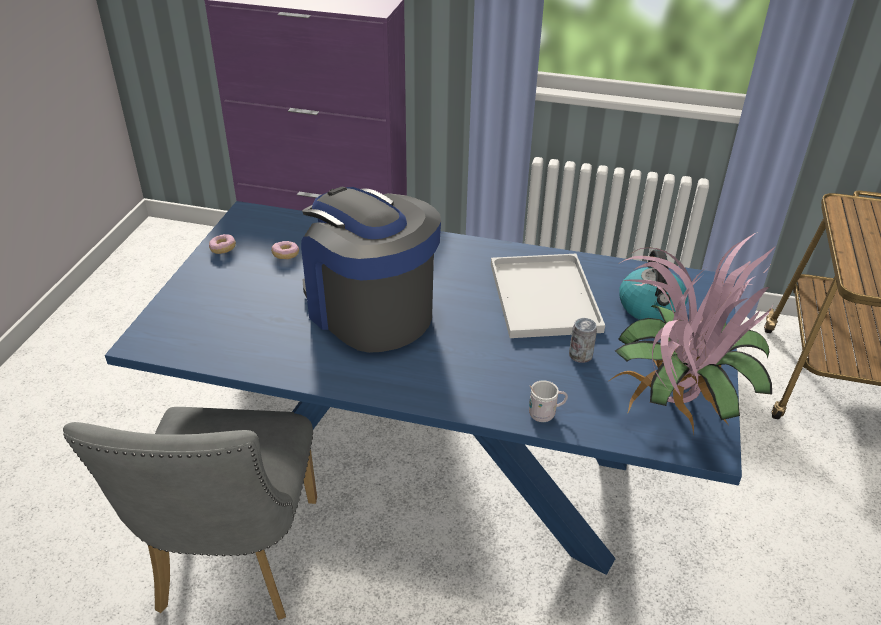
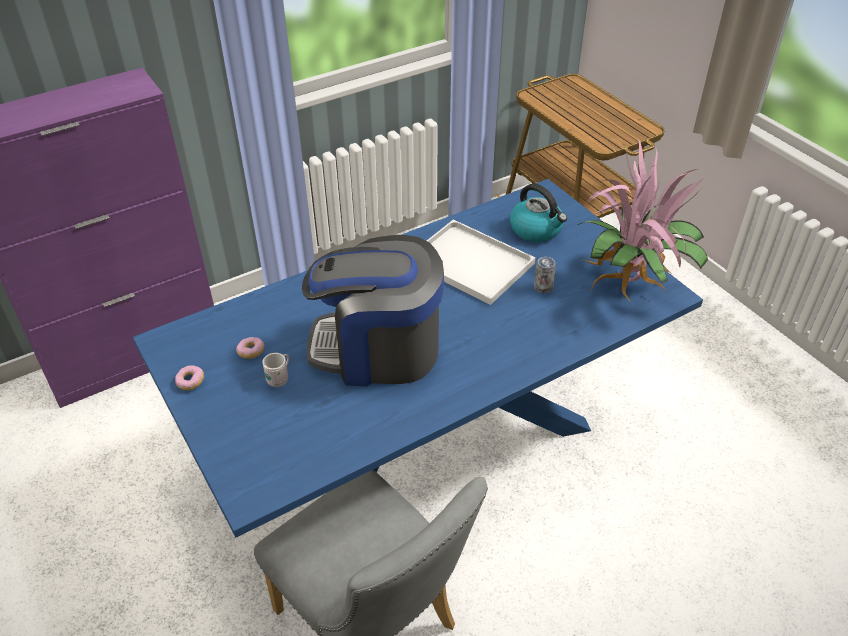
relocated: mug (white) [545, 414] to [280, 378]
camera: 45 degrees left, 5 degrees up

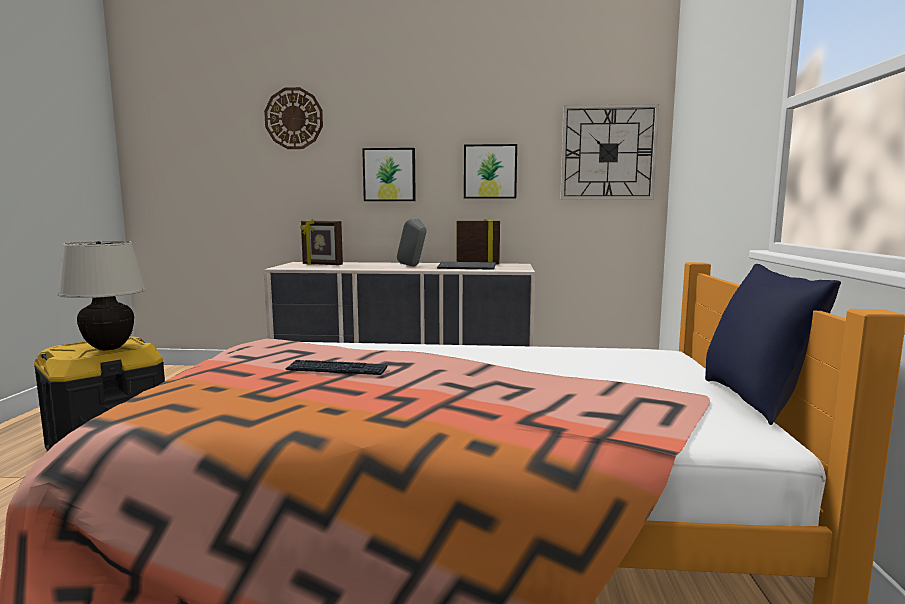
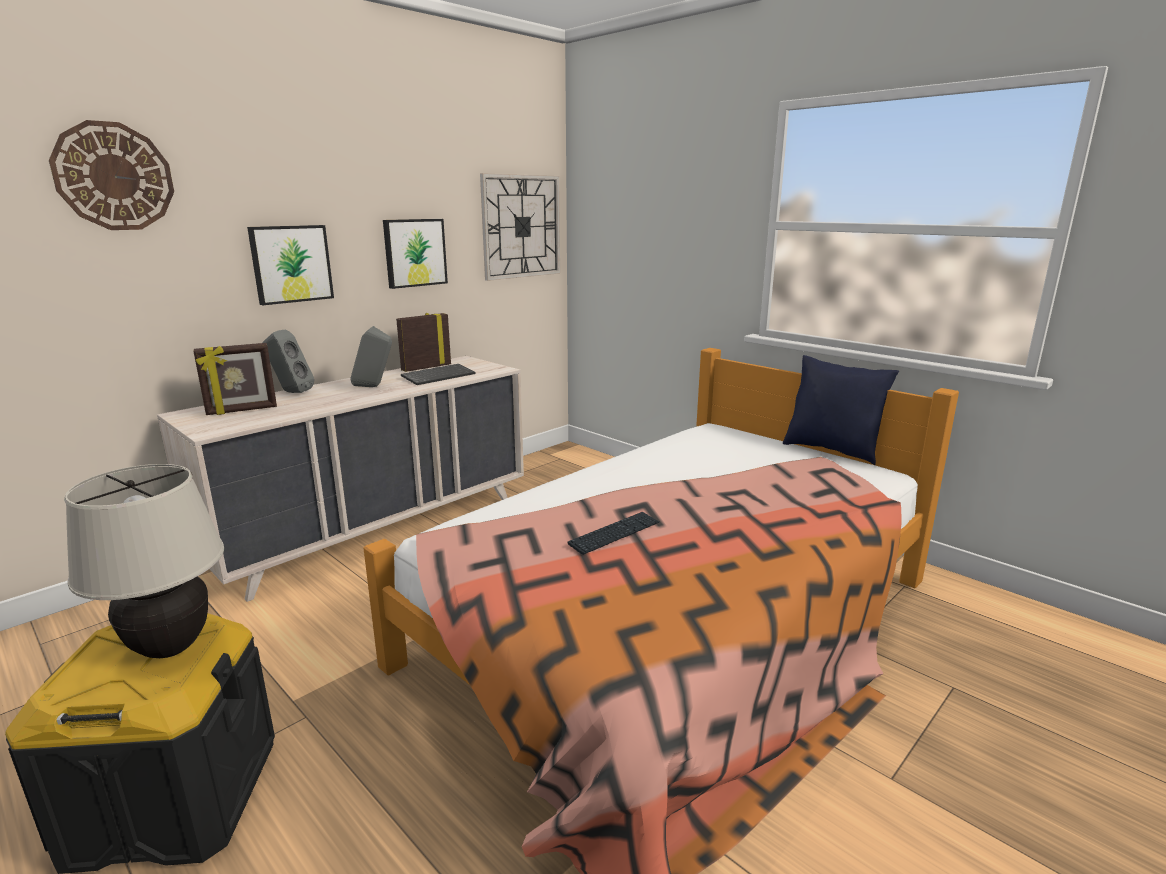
appeared: speaker (grey) [290, 392]
camera: 50 degrees left, 10 degrees up

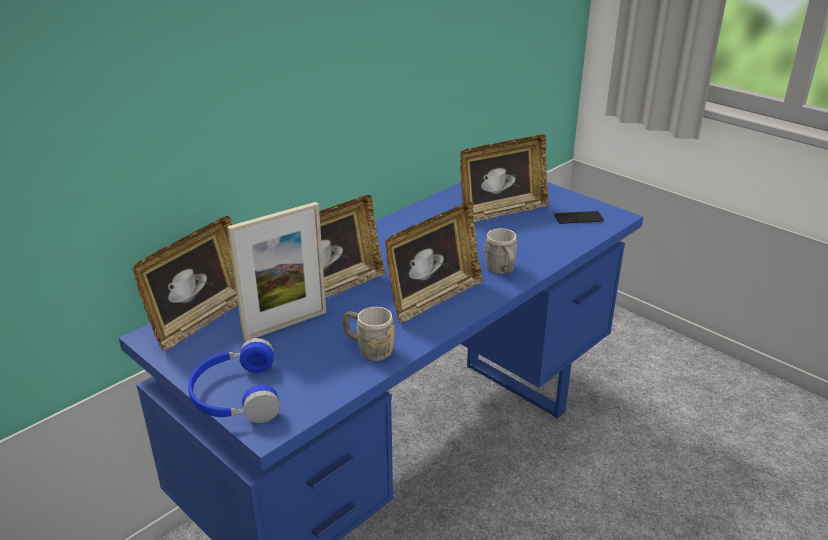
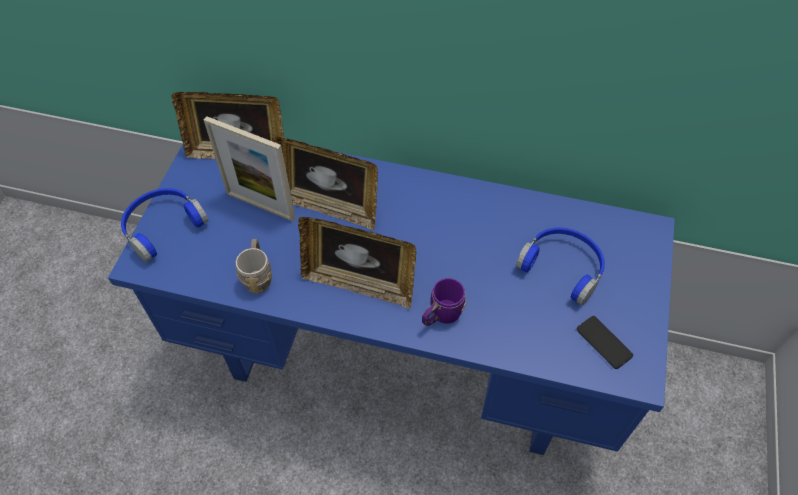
exchanged: picture frame [501, 211] to headphones (blue) [563, 266]
colour: mug (grey) [501, 271] to mug (purple) [441, 316]
camera: 60 degrees right, 25 degrees up

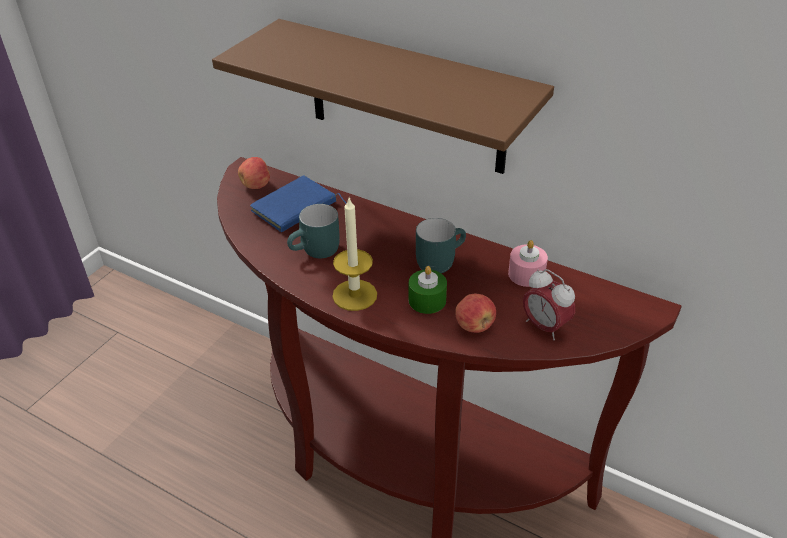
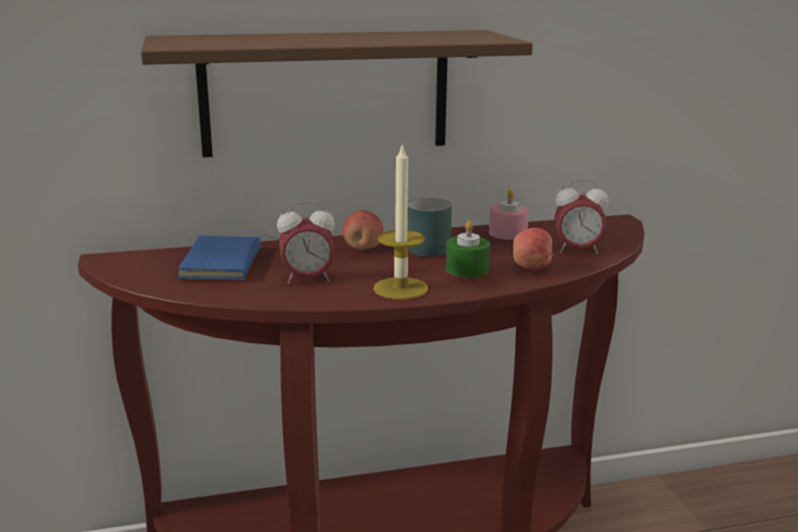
relocated: apple [256, 185] to [363, 248]
exchanged: mug (turquoise) [317, 252] to alarm clock [307, 279]
camera: 45 degrees left, 20 degrees down

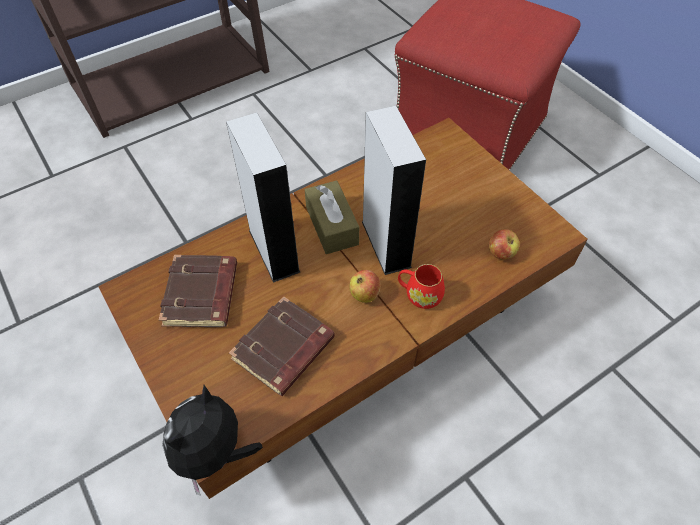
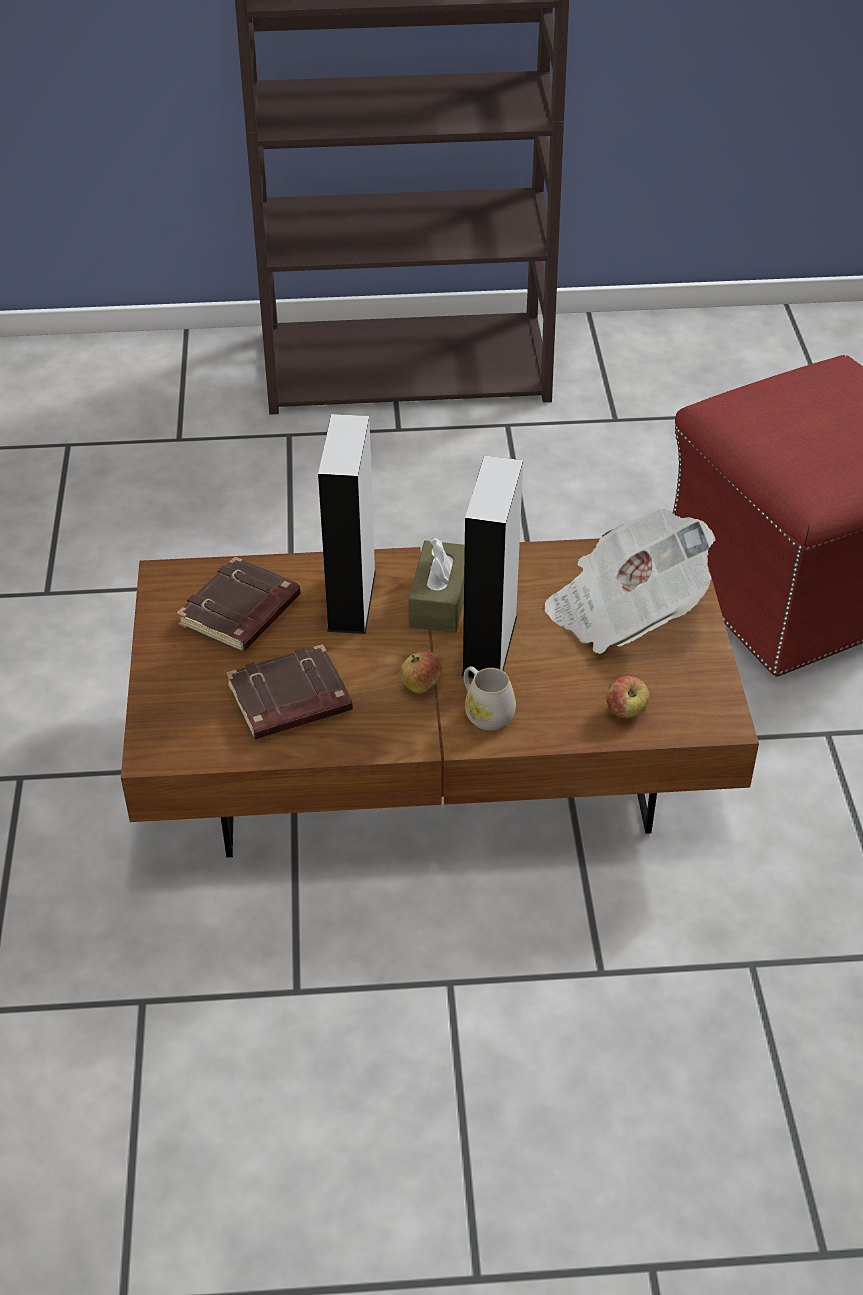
missing: plush toy [214, 453]
appeared: newspaper [625, 611]
colour: mug (red) [419, 295] to mug (white) [485, 712]
camera: 30 degrees right, 10 degrees down

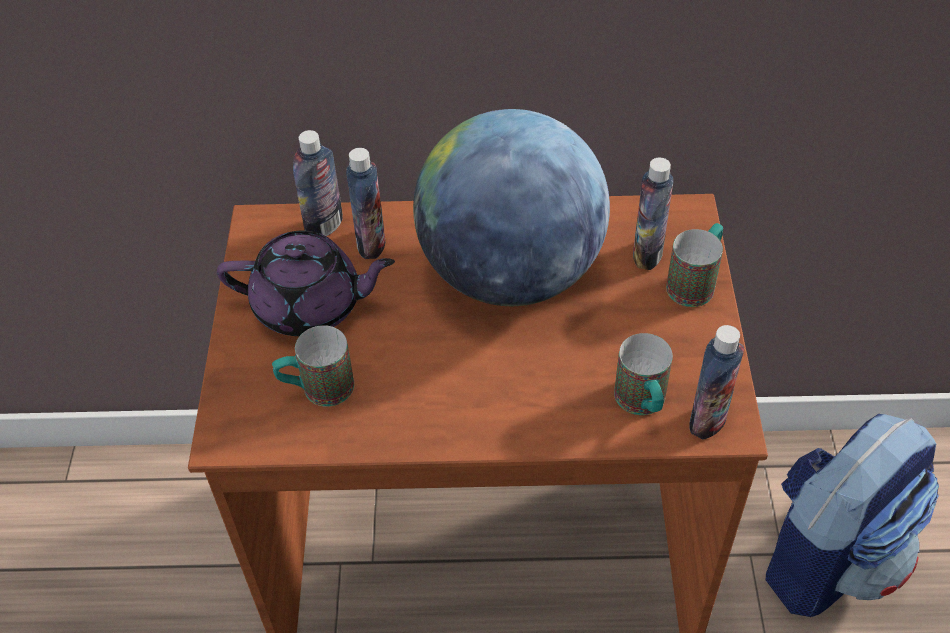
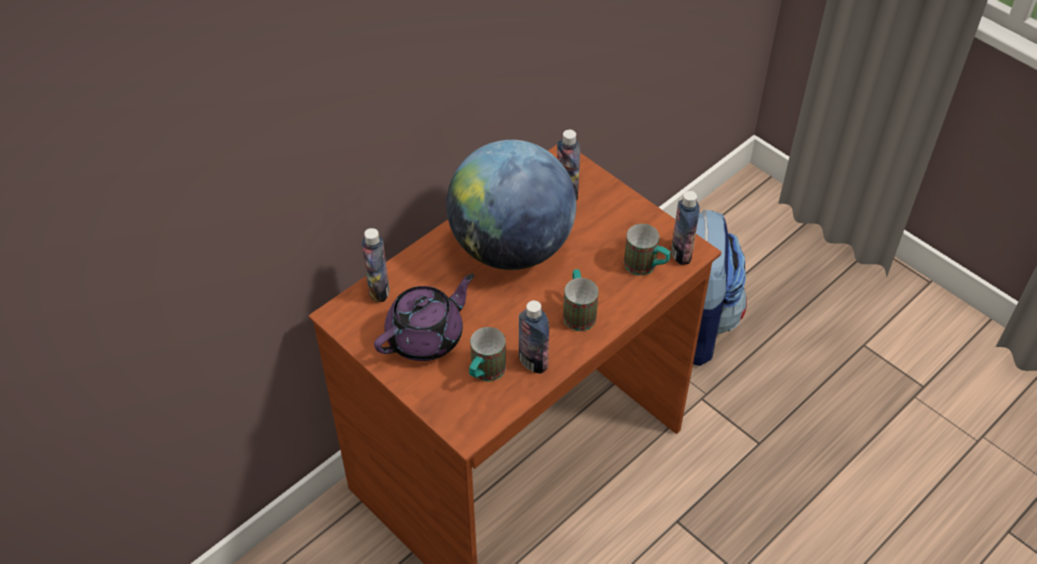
relocated: bottle [371, 243] to [533, 362]; mug [695, 282] to [578, 312]
camera: 45 degrees left, 0 degrees up

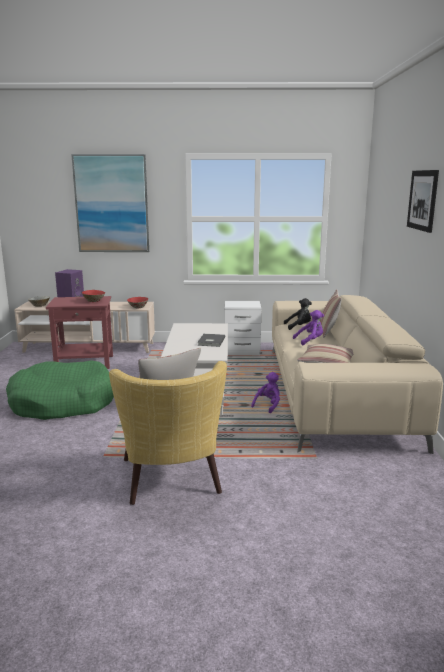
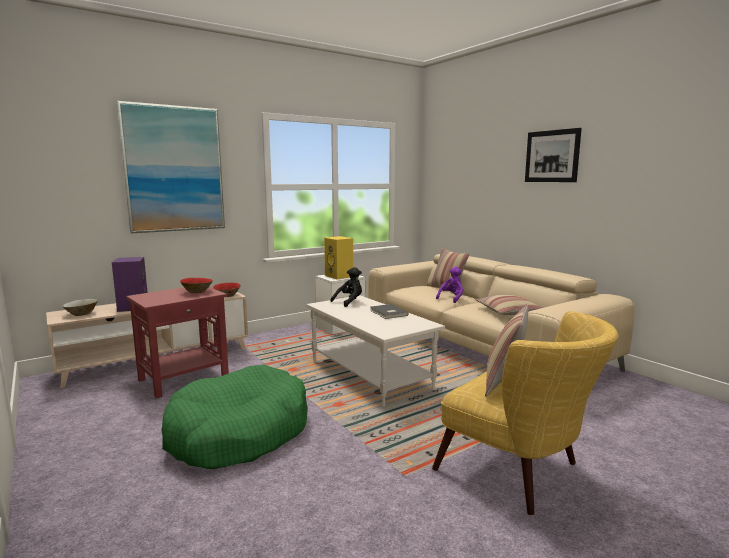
missing: plush toy (purple) [268, 405]
appeared: speaker (yellow) [339, 276]
relocated: plush toy (black) [299, 326] to [349, 302]
camera: 35 degrees left, 5 degrees down

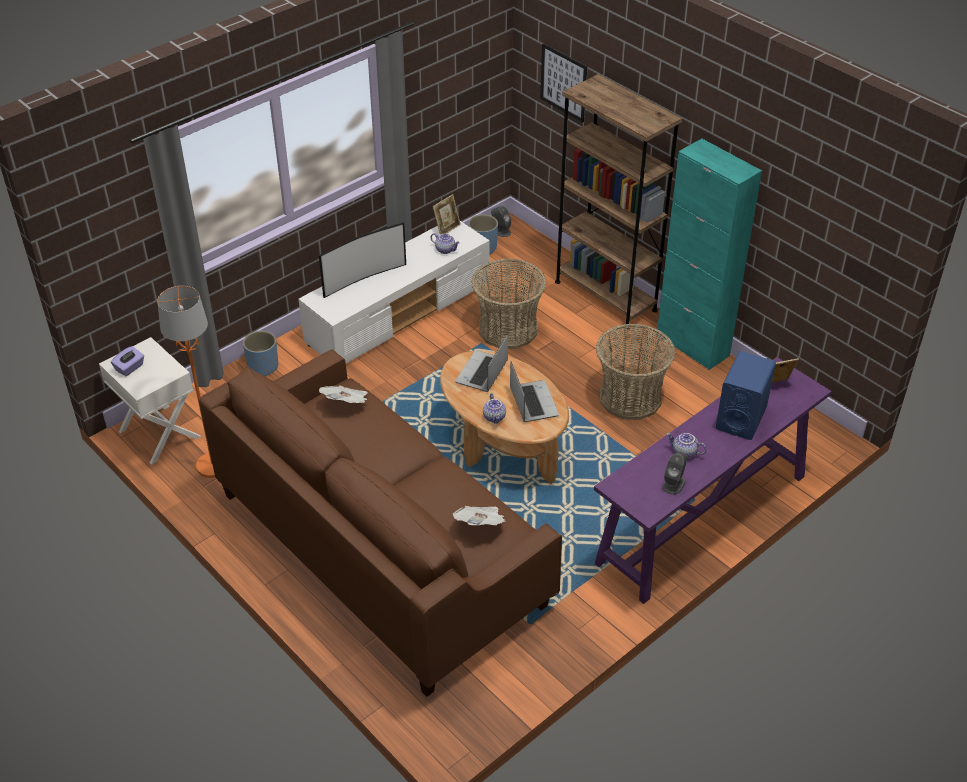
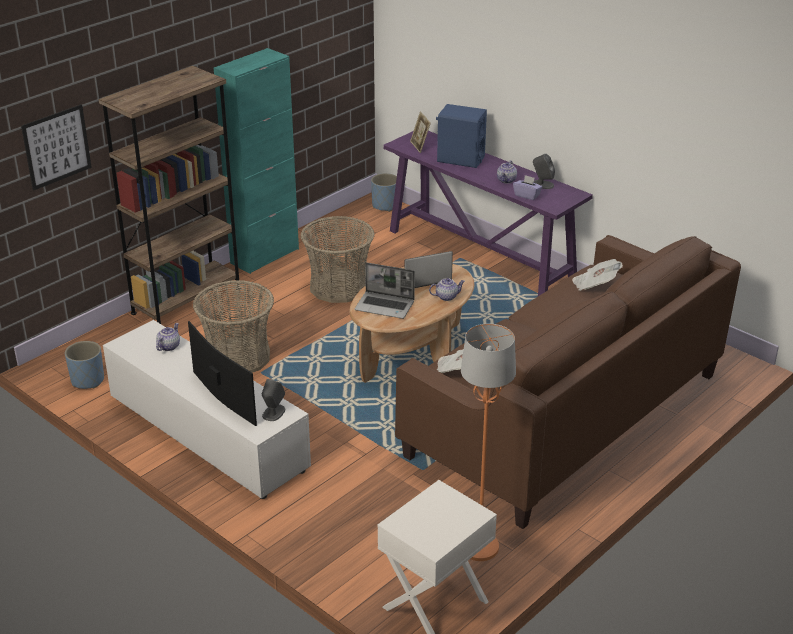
missing: picture frame [447, 228]
relocated: speaker (grey) [500, 232] to [273, 413]; planter (blue) [263, 367] to [385, 205]; tissue box (purple) [130, 368] to [527, 195]
camera: 95 degrees left, 10 degrees down

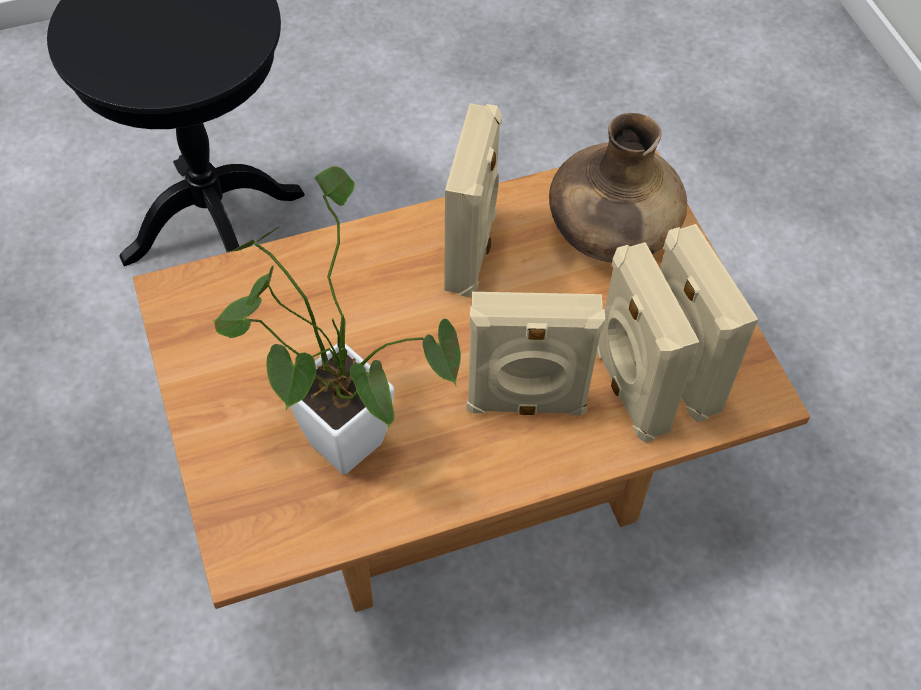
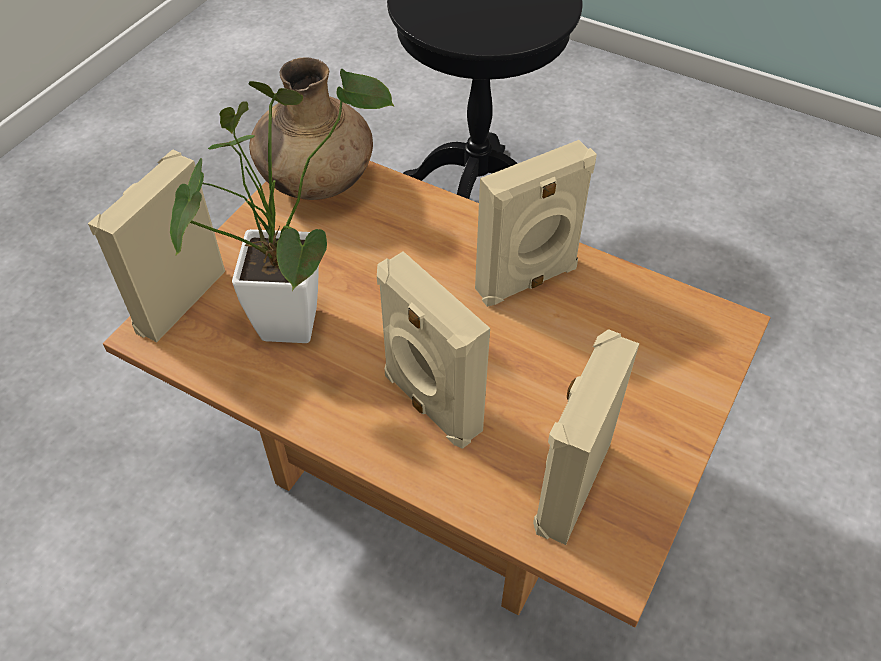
relocated: speaker (beige) [628, 390] to [178, 300]; vase (brown) [609, 237] to [316, 183]
camera: 50 degrees right, 5 degrees down

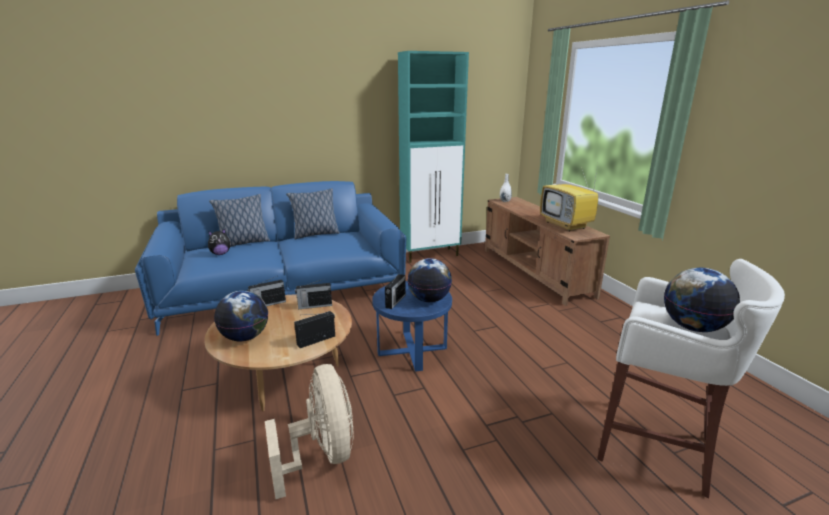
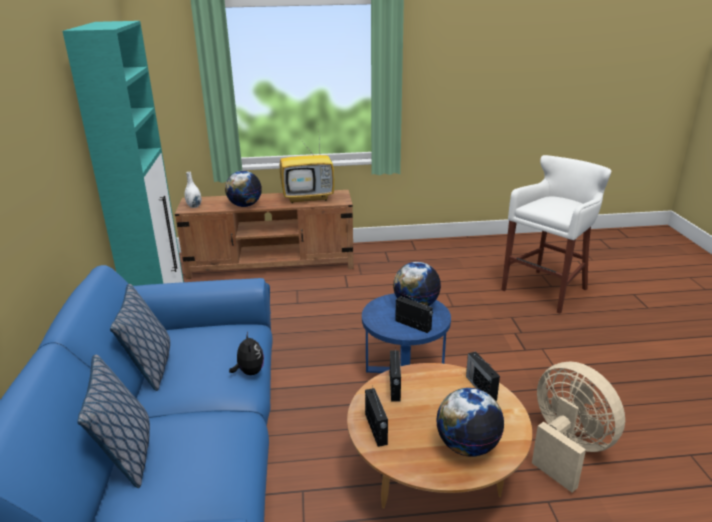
relocated: globe [693, 327] to [245, 205]; plush toy [220, 254] to [249, 372]
spun: fan (beige) [322, 455] = [567, 448] 60 degrees clockwise
camera: 75 degrees left, 5 degrees up

